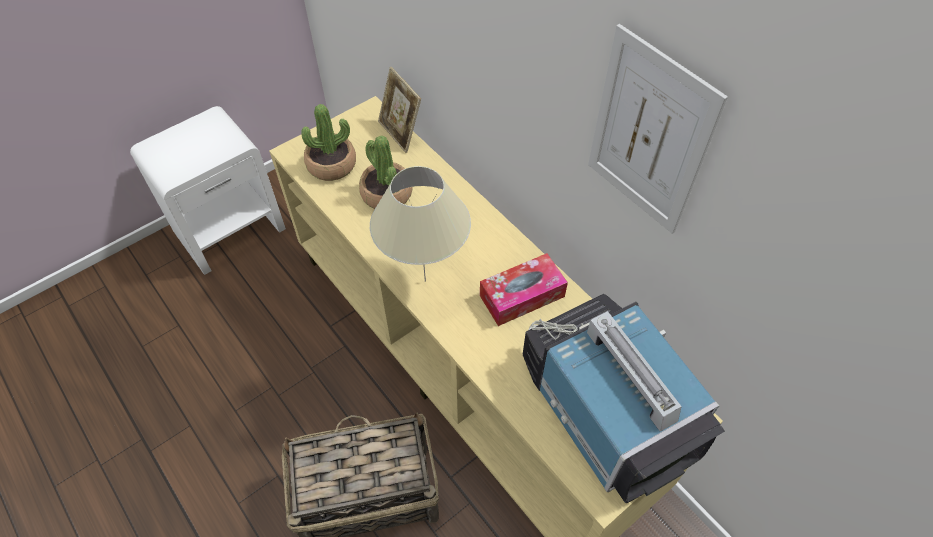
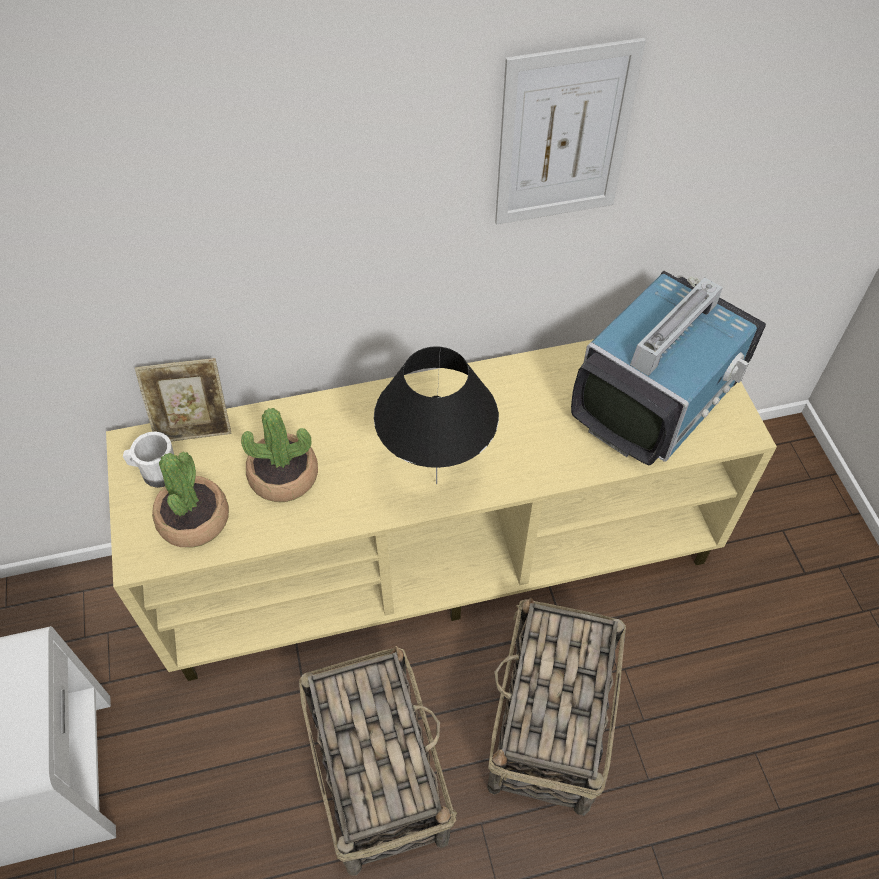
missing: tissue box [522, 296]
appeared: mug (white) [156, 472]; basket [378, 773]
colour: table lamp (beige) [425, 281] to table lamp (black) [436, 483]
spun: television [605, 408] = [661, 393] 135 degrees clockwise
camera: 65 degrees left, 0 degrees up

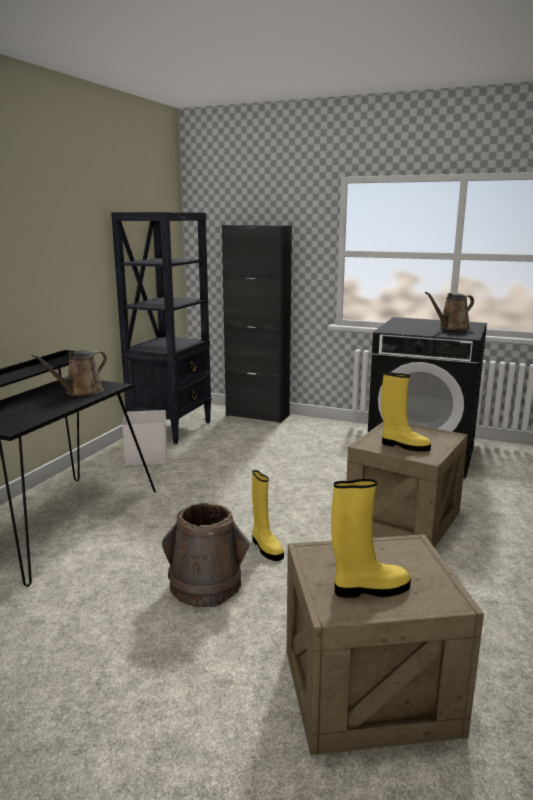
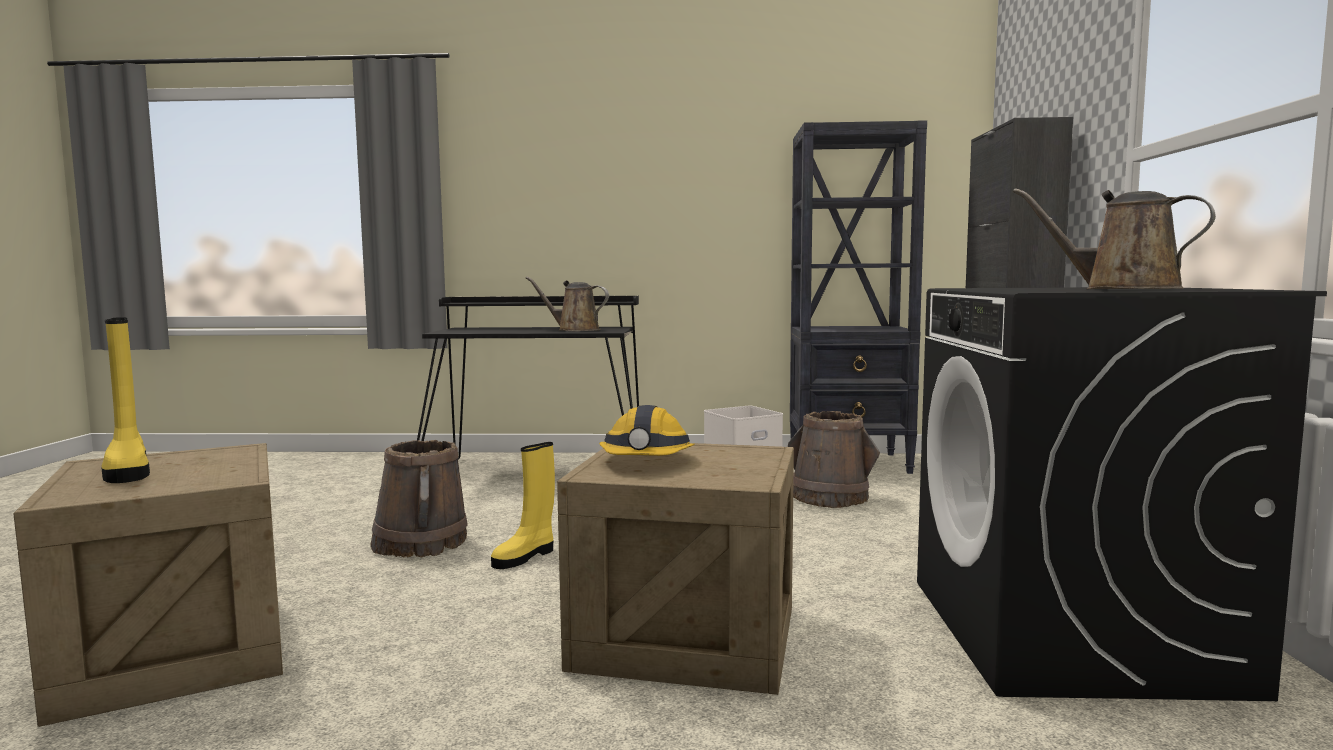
appeared: bucket (brown) [830, 498]
exchanged: boot (yellow) [404, 446] to hard hat [646, 460]
camera: 70 degrees right, 10 degrees down

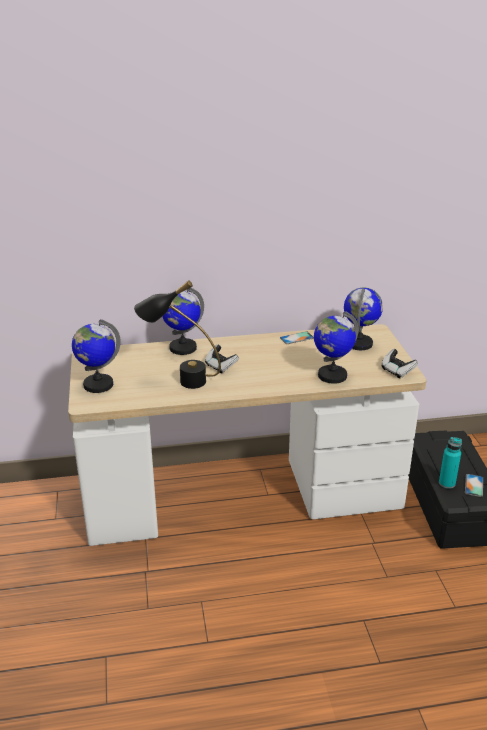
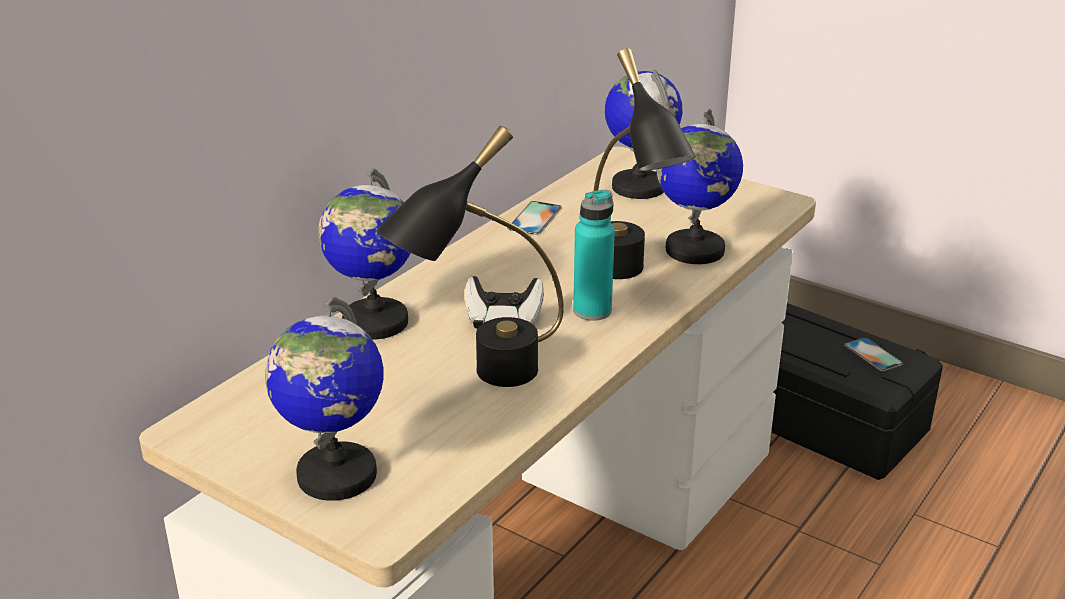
missing: game controller [397, 371]
appeared: table lamp (black) [628, 278]
relocated: bottle (turquoise) [447, 483] to [592, 311]
camera: 45 degrees left, 0 degrees up

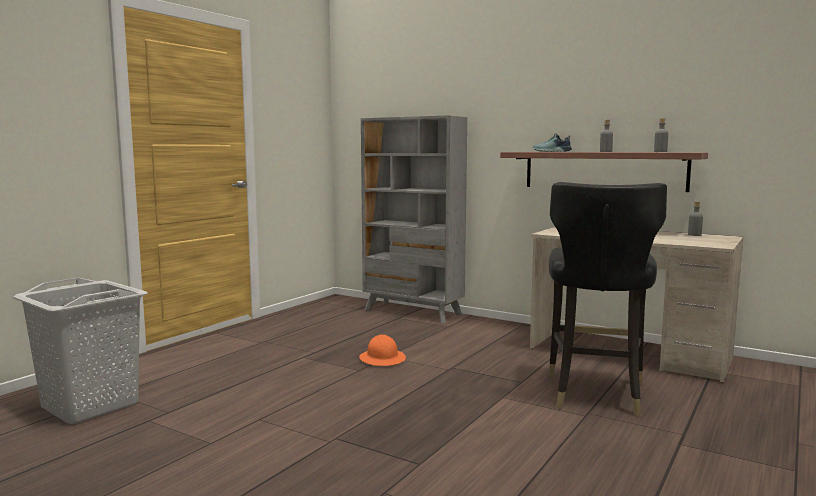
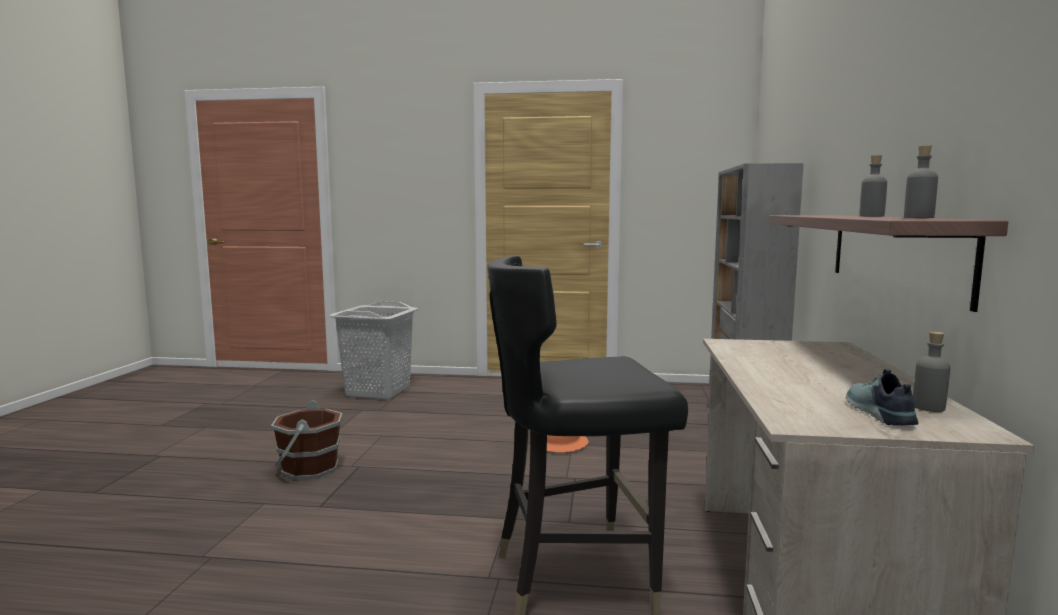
appeared: bucket (brown) [309, 469]
relocated: shoe [551, 151] to [876, 412]
camera: 65 degrees right, 0 degrees up

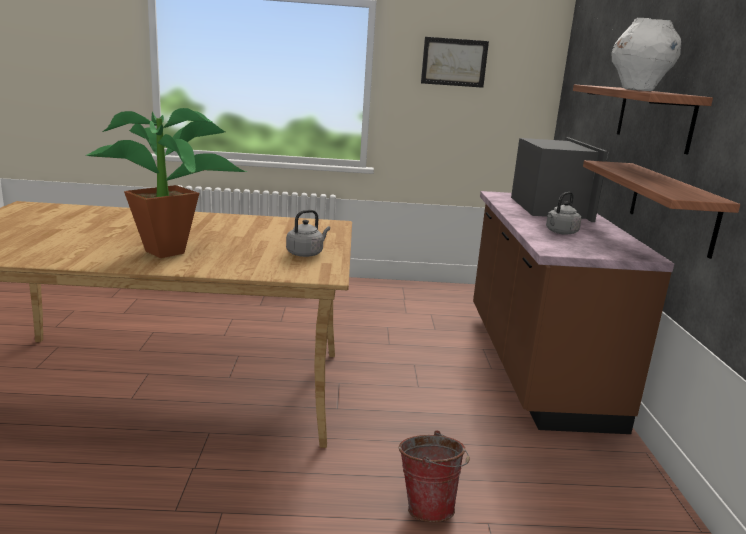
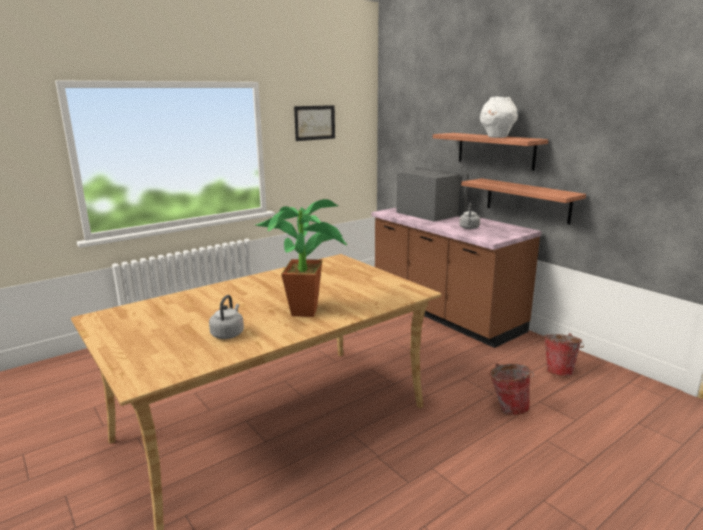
appeared: bucket [559, 371]
relocated: kettle (grey) [306, 253] to [228, 334]
camera: 35 degrees left, 0 degrees up

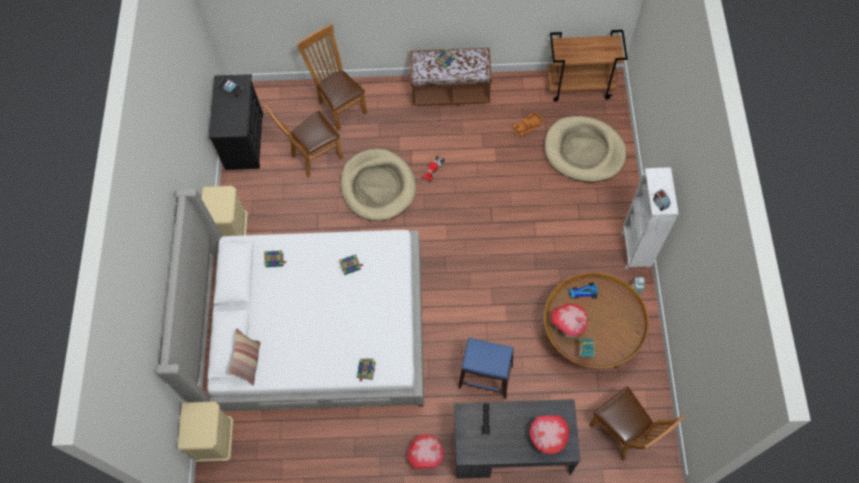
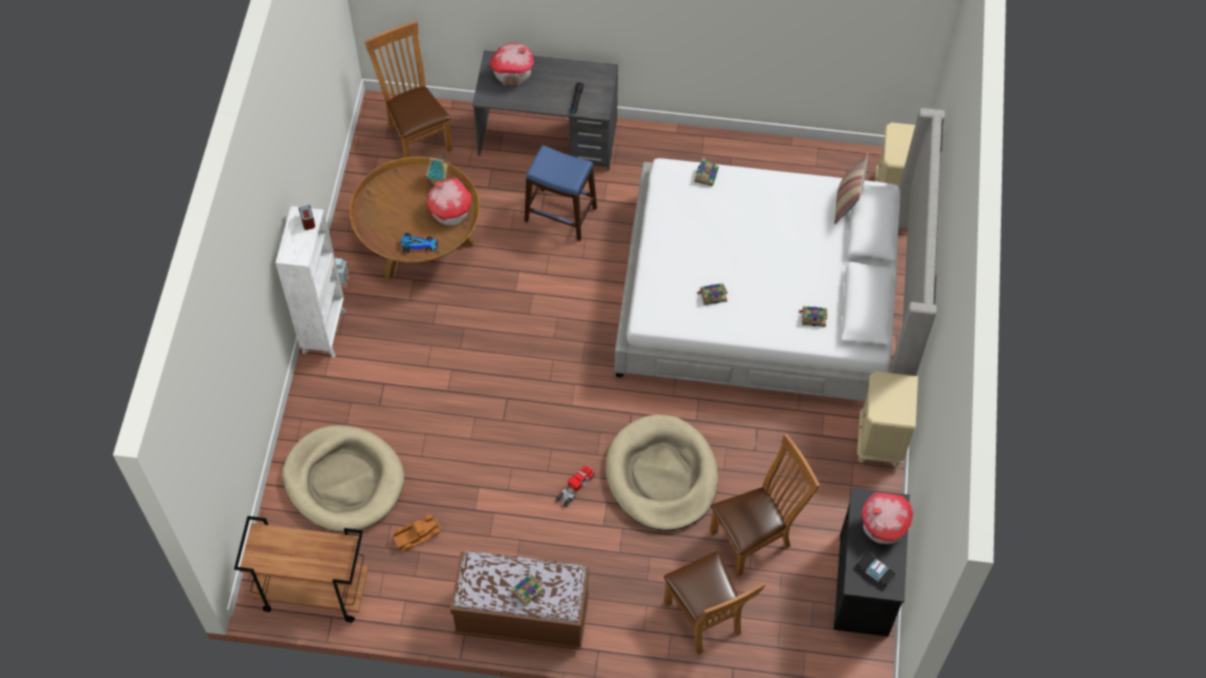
relocated: toy house [426, 456] to [883, 527]
camera: 175 degrees left, 5 degrees down

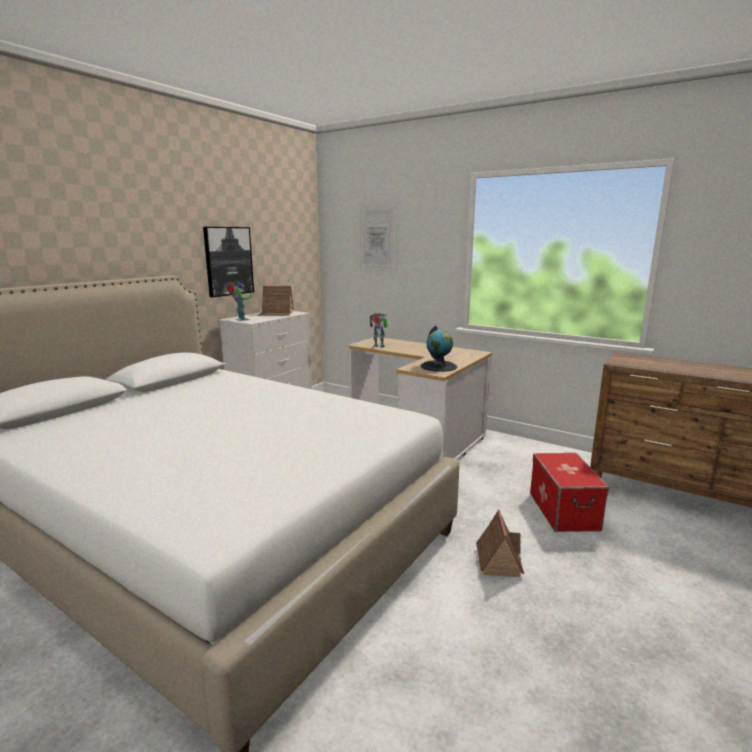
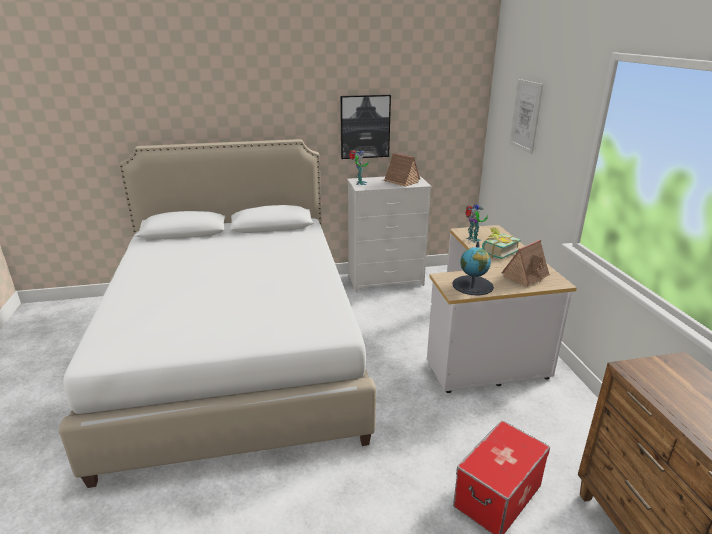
appeared: book [497, 252]
relocated: toy house [498, 560] to [526, 276]
camera: 45 degrees right, 10 degrees up

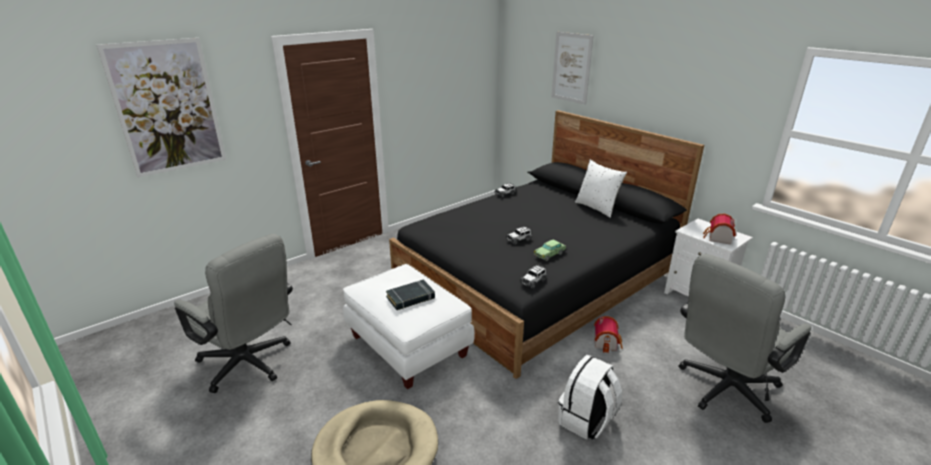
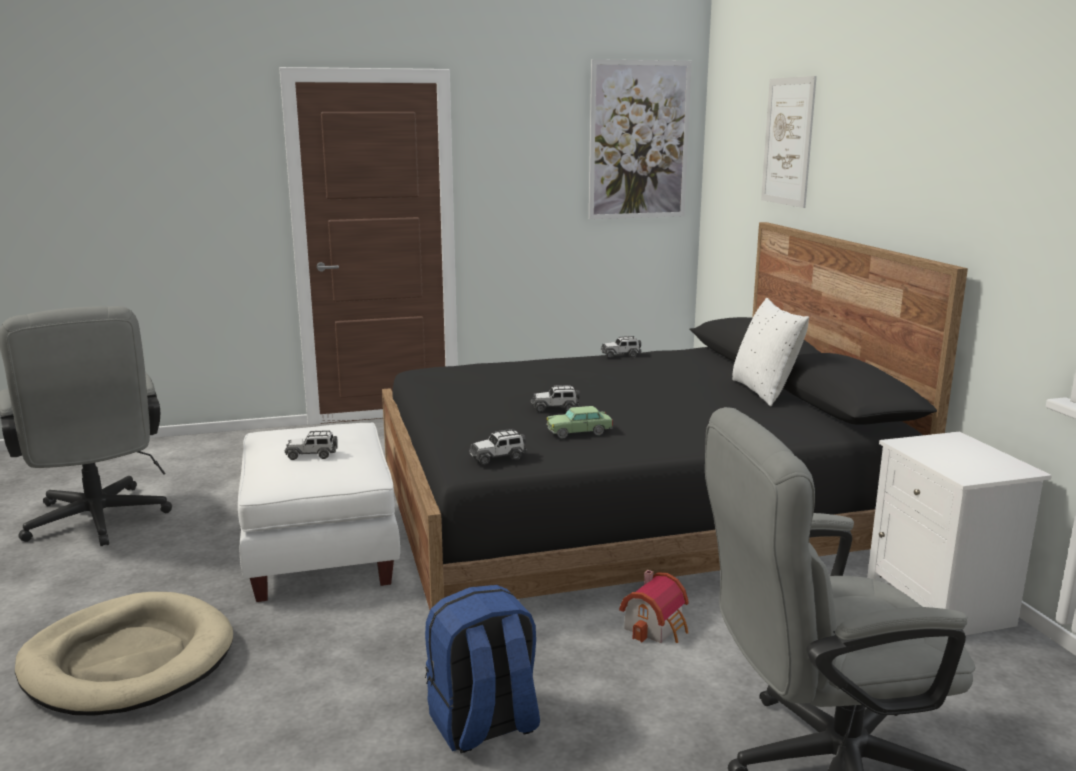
missing: toy house [718, 238]
relocated: picture [167, 107] to [639, 140]
exchanged: book (black) [411, 298] to toy car [312, 455]
colour: backpack (white) [586, 421] to backpack (blue) [483, 725]
camera: 25 degrees right, 10 degrees down

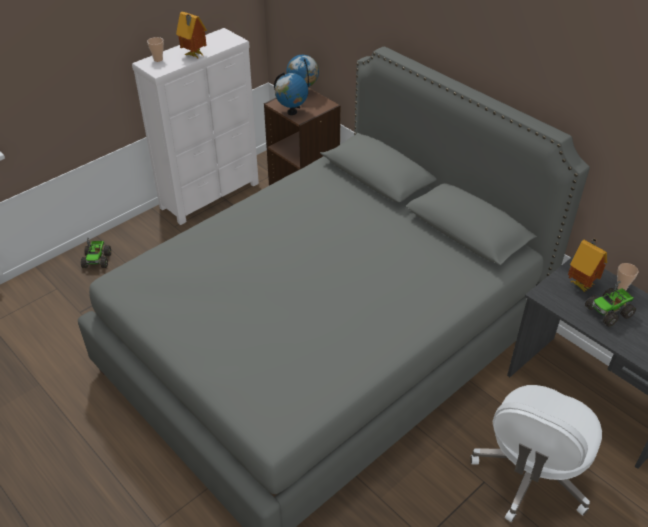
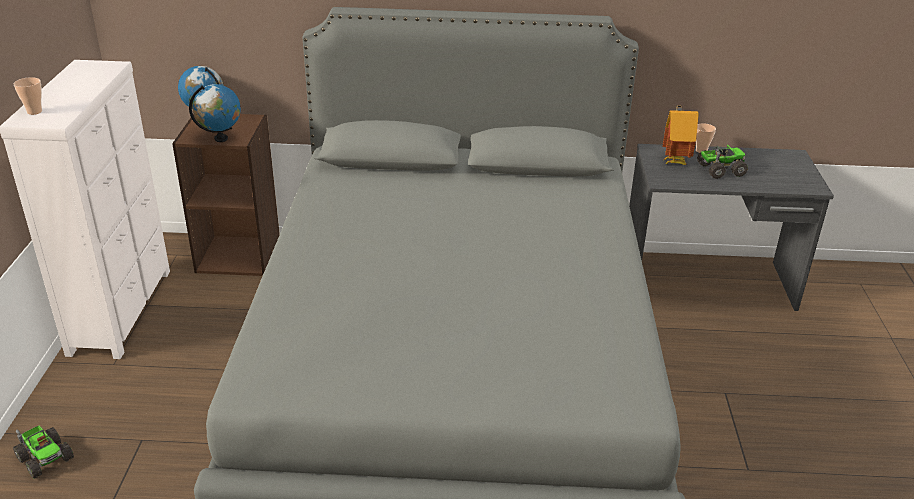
missing: toy house [193, 56]; office chair (white) [531, 474]
spun: toy truck [609, 311] = [719, 170] 120 degrees counterclockwise
camera: 45 degrees left, 10 degrees down

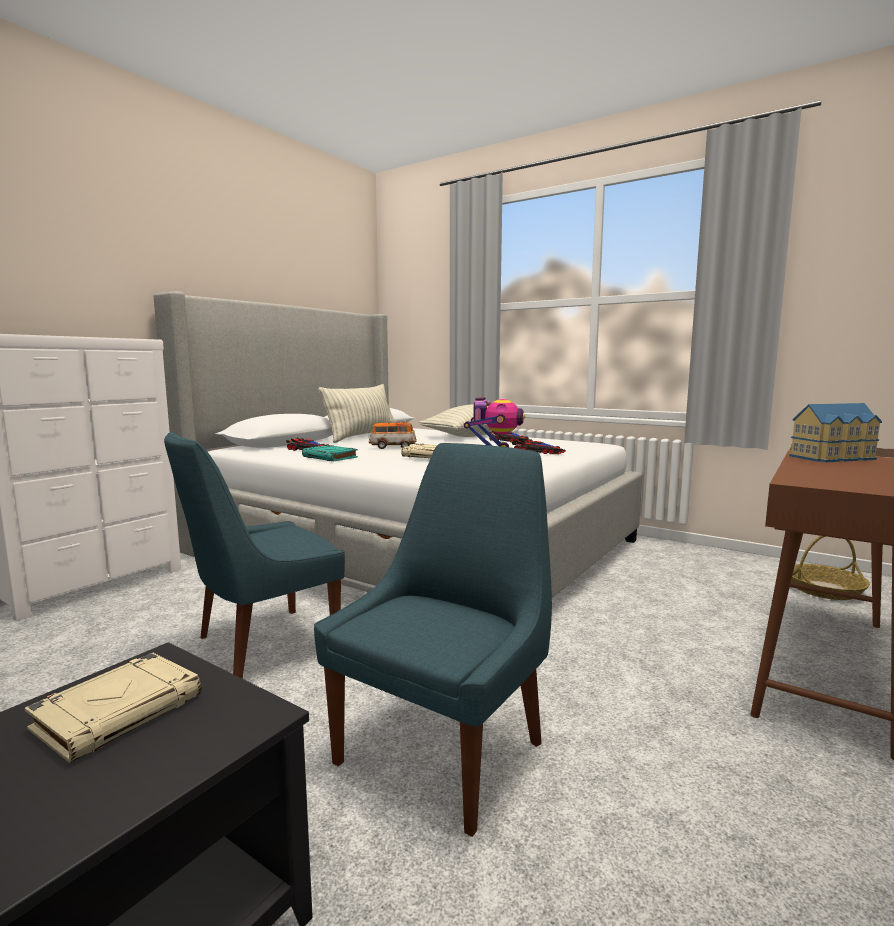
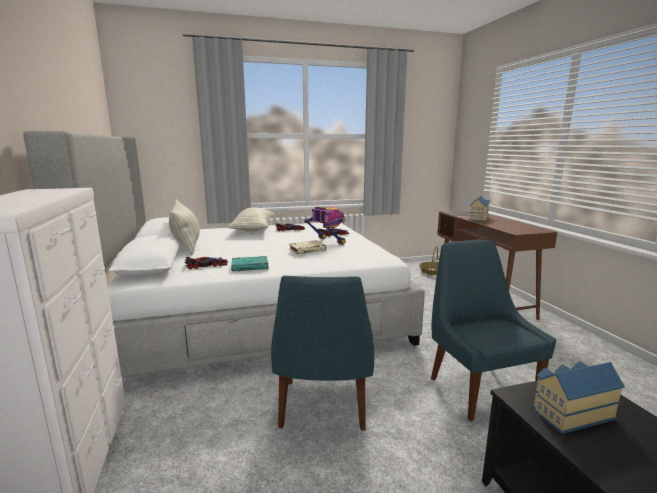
missing: toy car [392, 447]
exchanged: book (beige) [120, 711] to toy house [570, 412]
camera: 50 degrees left, 5 degrees up

